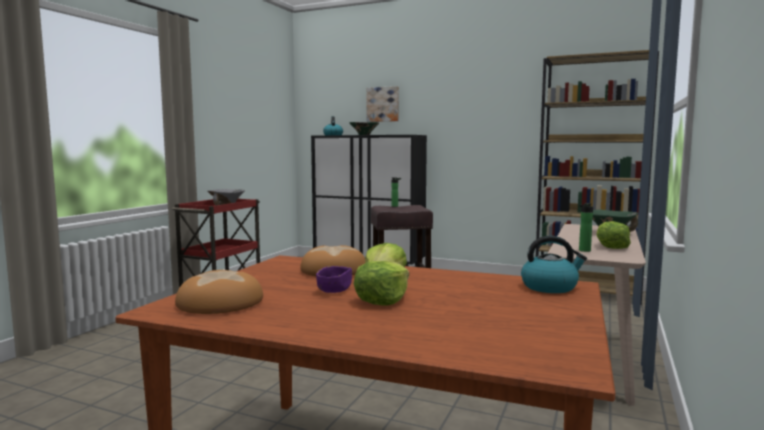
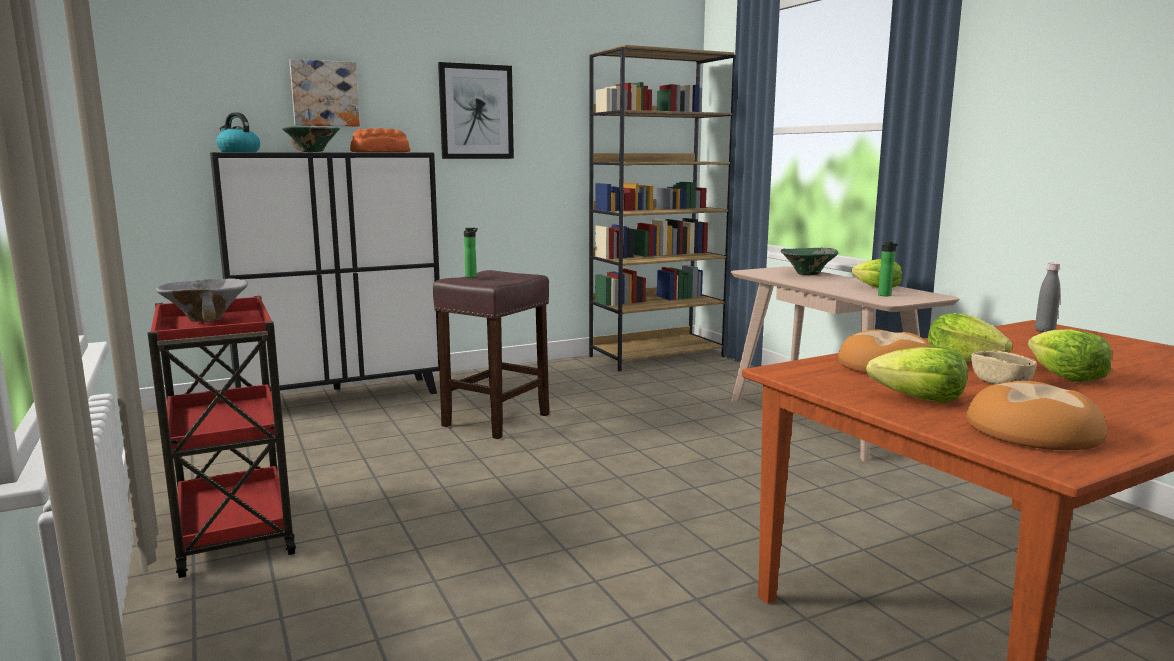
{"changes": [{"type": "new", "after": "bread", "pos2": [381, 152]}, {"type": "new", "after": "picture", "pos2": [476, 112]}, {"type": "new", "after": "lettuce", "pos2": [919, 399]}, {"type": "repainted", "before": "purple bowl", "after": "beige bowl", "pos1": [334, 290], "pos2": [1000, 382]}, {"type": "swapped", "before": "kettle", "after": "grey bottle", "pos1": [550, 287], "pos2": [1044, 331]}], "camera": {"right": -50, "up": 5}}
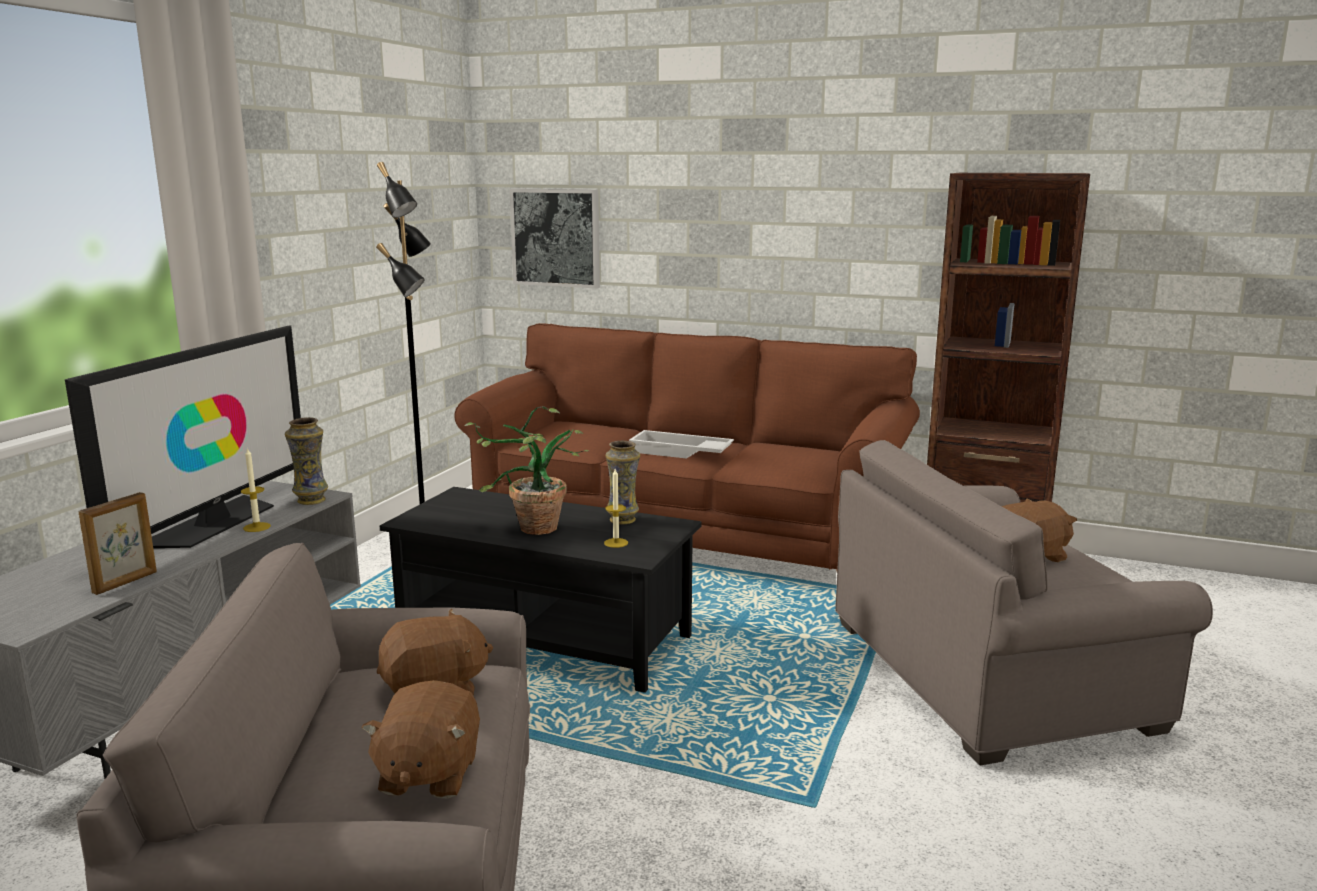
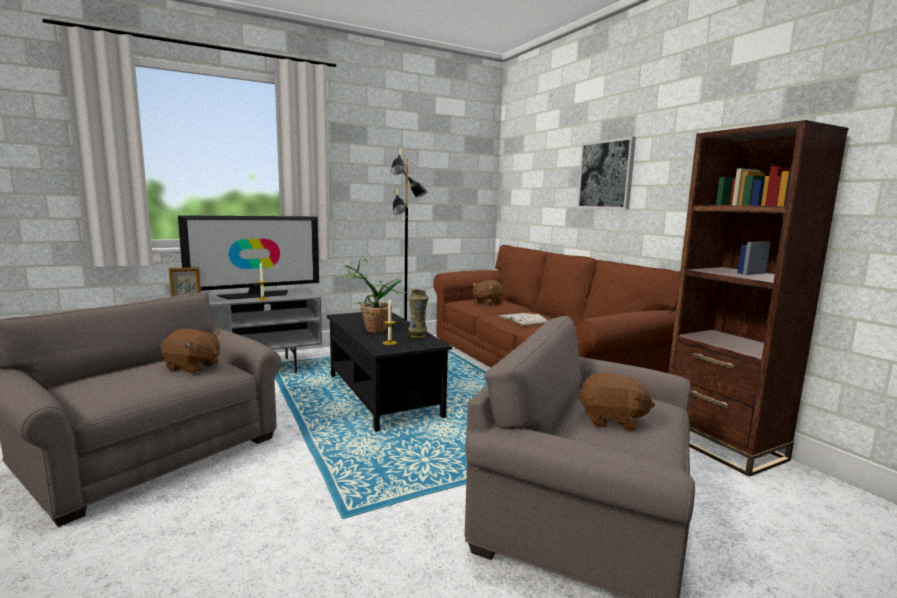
{"changes": [{"type": "shifted", "before": "brown plush toy", "pos1": [428, 774], "pos2": [487, 303]}, {"type": "swapped", "before": "white tray", "after": "white book", "pos1": [679, 452], "pos2": [522, 320]}, {"type": "shifted", "before": "picture", "pos1": [556, 237], "pos2": [606, 175]}, {"type": "gone", "before": "vase", "pos1": [311, 501]}], "camera": {"right": 40, "up": -5}}
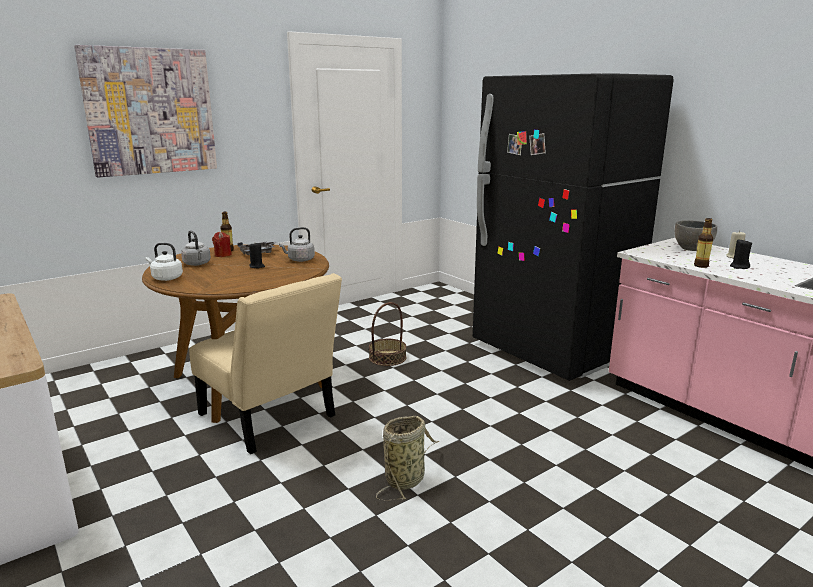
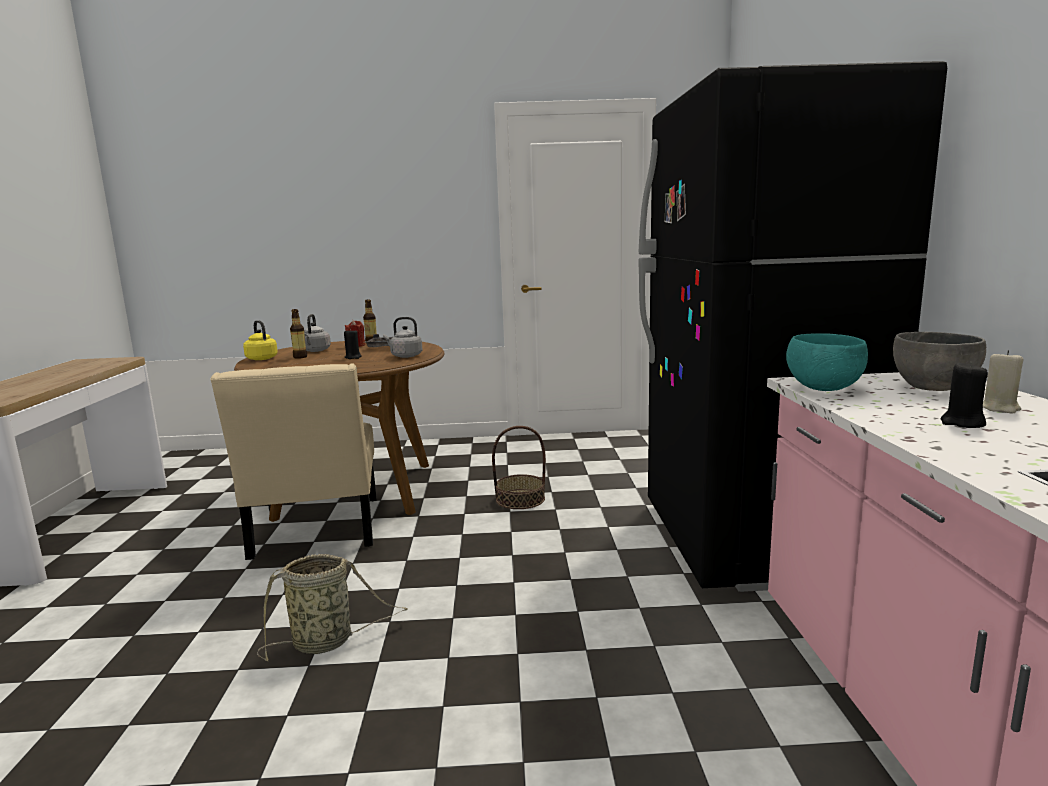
{"changes": [{"type": "repainted", "before": "white kettle", "after": "yellow kettle", "pos1": [166, 278], "pos2": [261, 358]}, {"type": "shifted", "before": "bottle", "pos1": [701, 266], "pos2": [300, 357]}, {"type": "new", "after": "turquoise bowl", "pos2": [823, 388]}, {"type": "gone", "before": "picture", "pos1": [150, 111]}], "camera": {"right": 35, "up": -5}}
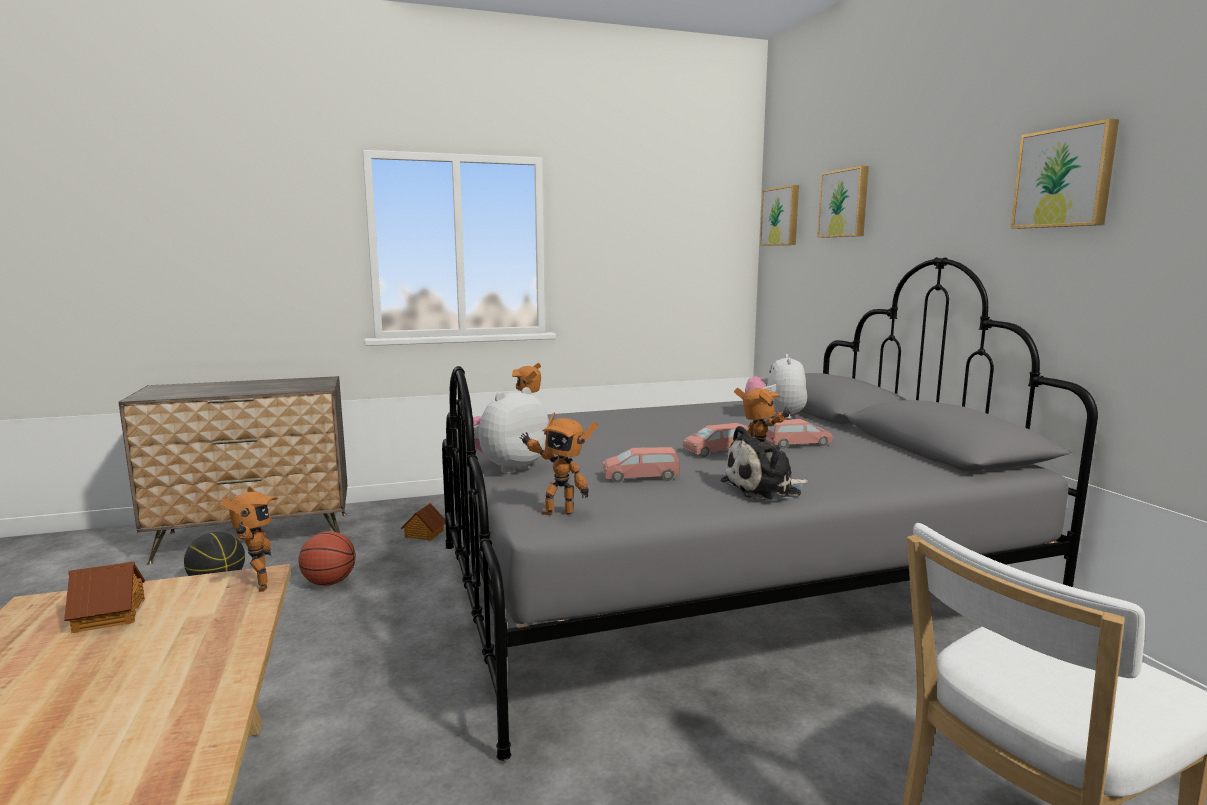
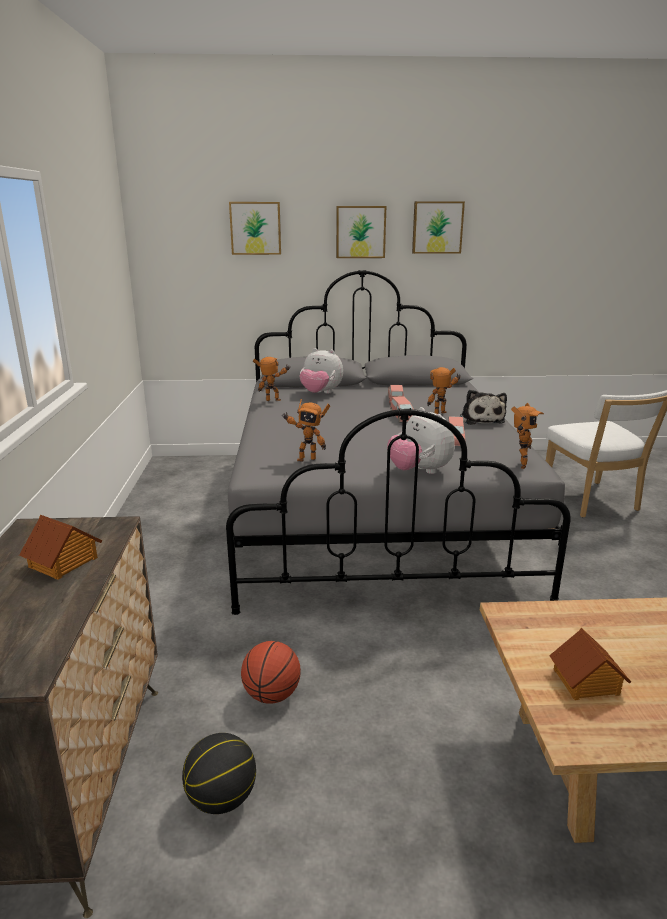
{"changes": [{"type": "shifted", "before": "toy house", "pos1": [424, 534], "pos2": [64, 562]}, {"type": "shifted", "before": "toy robot", "pos1": [257, 586], "pos2": [273, 401]}, {"type": "shifted", "before": "picture", "pos1": [781, 216], "pos2": [360, 232]}], "camera": {"right": -75, "up": 10}}
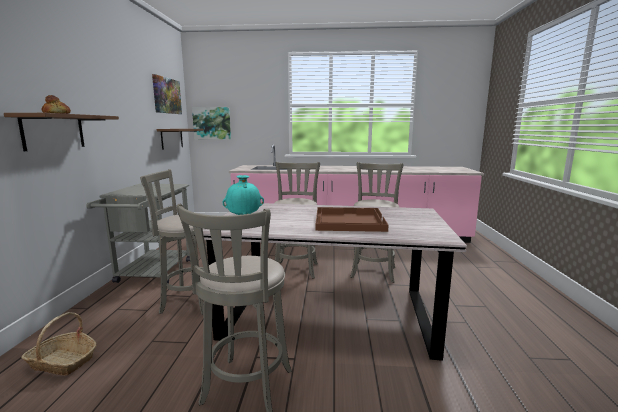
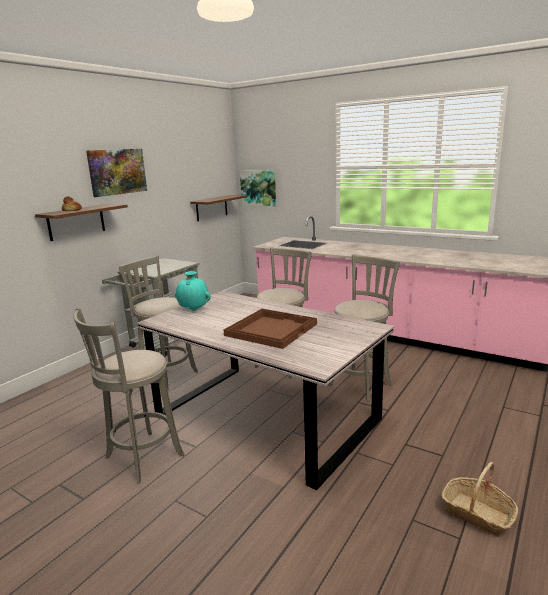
{"changes": [{"type": "shifted", "before": "picture", "pos1": [166, 95], "pos2": [117, 172]}, {"type": "shifted", "before": "basket", "pos1": [63, 362], "pos2": [477, 513]}], "camera": {"right": 30, "up": 5}}
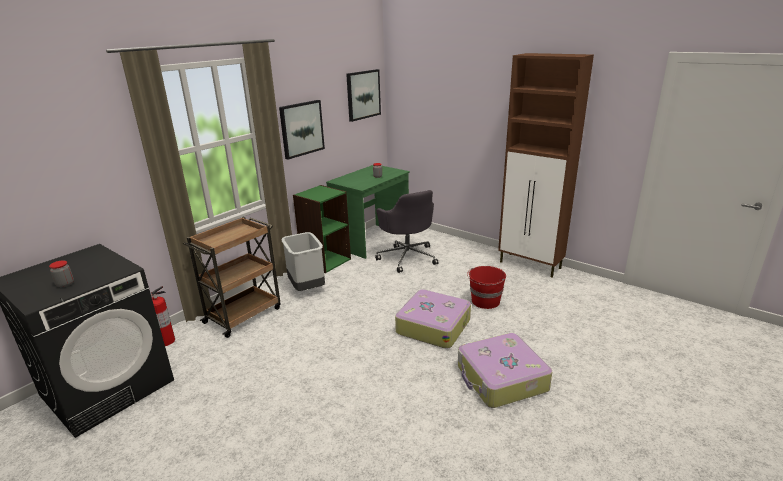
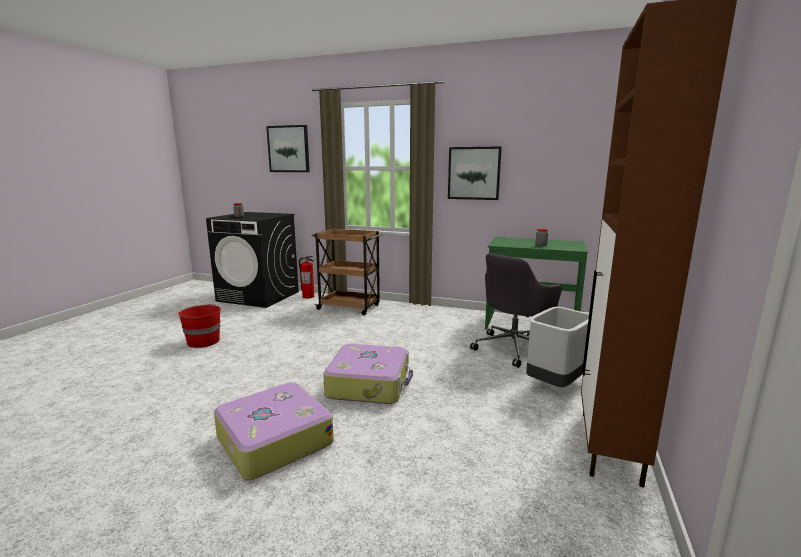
{"changes": [{"type": "shifted", "before": "red bucket", "pos1": [485, 301], "pos2": [203, 341]}, {"type": "shifted", "before": "picture", "pos1": [363, 94], "pos2": [289, 149]}, {"type": "shifted", "before": "grey trash can", "pos1": [307, 287], "pos2": [556, 384]}, {"type": "gone", "before": "green bookcase", "pos1": [325, 261]}], "camera": {"right": 70, "up": -10}}
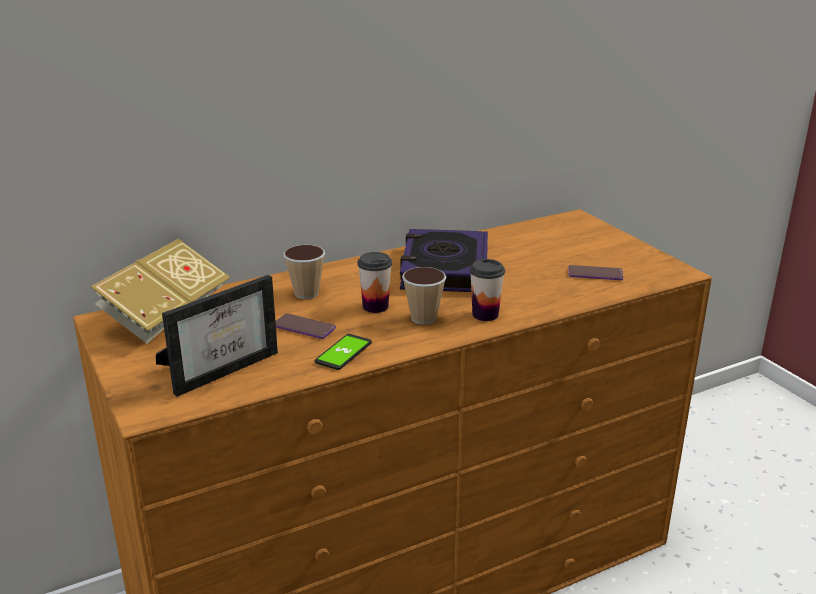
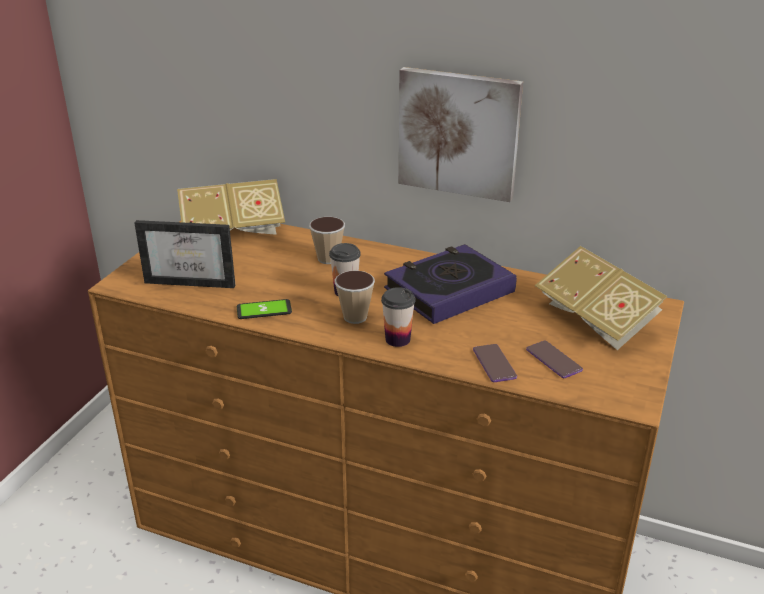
{"changes": [{"type": "new", "after": "picture", "pos2": [459, 133]}, {"type": "shifted", "before": "phone", "pos1": [304, 327], "pos2": [494, 364]}, {"type": "new", "after": "book", "pos2": [596, 320]}], "camera": {"right": 50, "up": 5}}
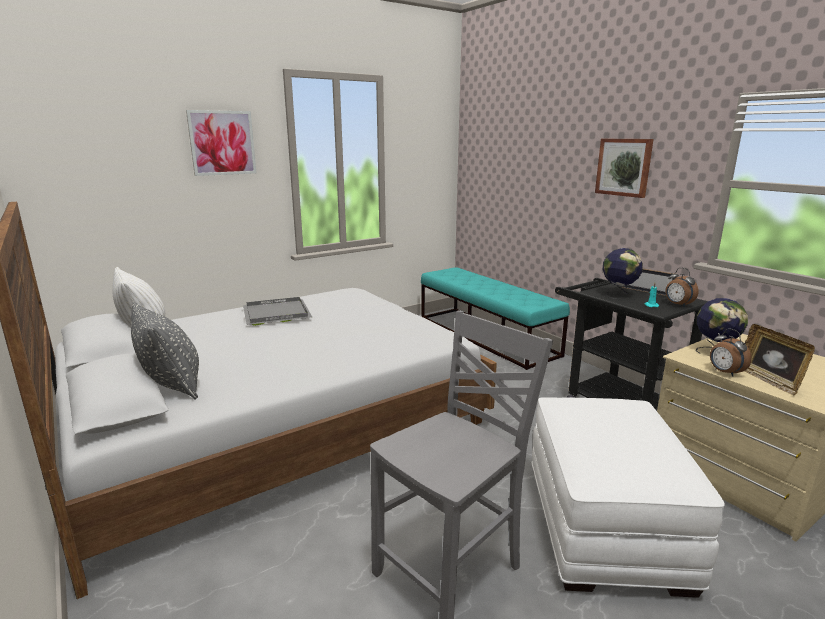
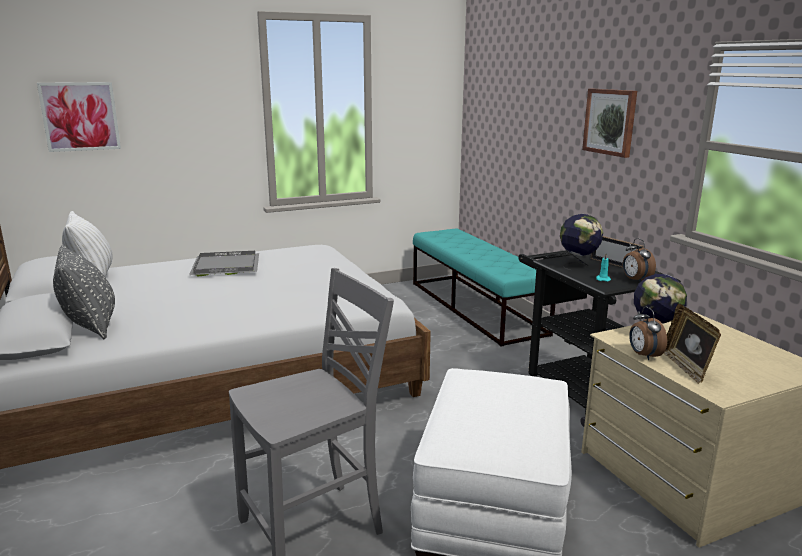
{"changes": [{"type": "shifted", "before": "picture", "pos1": [222, 143], "pos2": [80, 116]}], "camera": {"right": 10, "up": 0}}
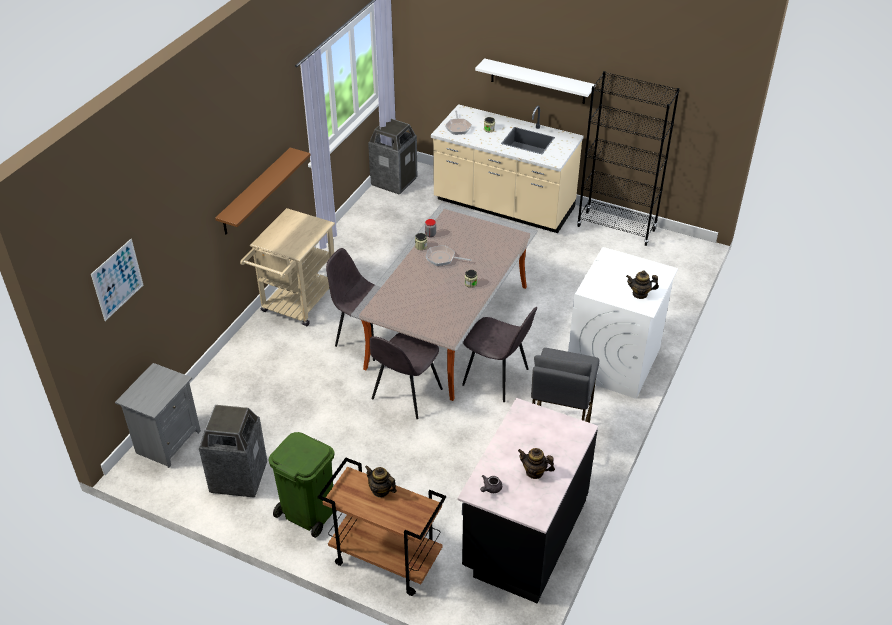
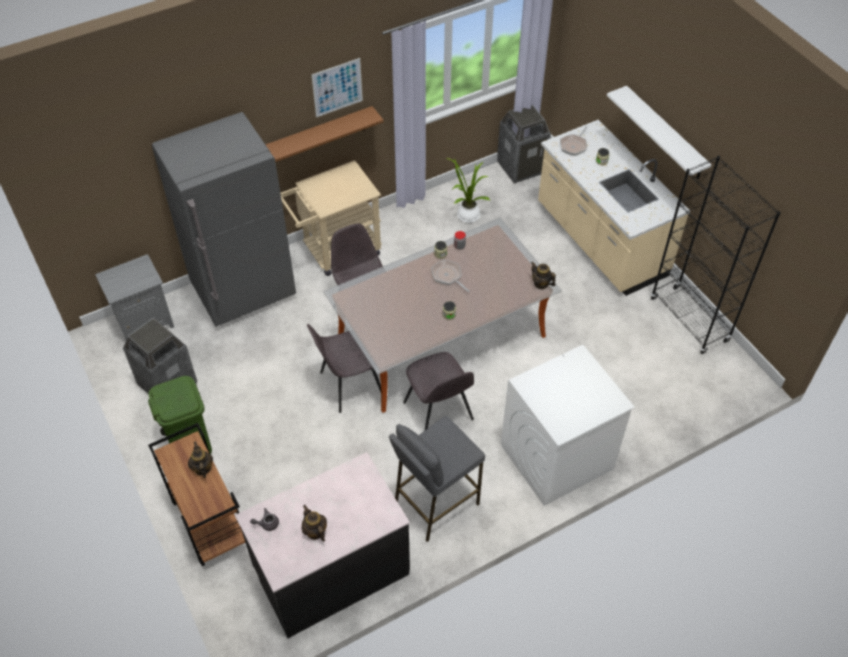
{"changes": [{"type": "new", "after": "grey fridge", "pos2": [244, 292]}, {"type": "shifted", "before": "picture", "pos1": [117, 279], "pos2": [337, 87]}, {"type": "new", "after": "potted plant", "pos2": [466, 215]}, {"type": "shifted", "before": "teapot", "pos1": [640, 294], "pos2": [541, 283]}], "camera": {"right": 35, "up": 10}}
